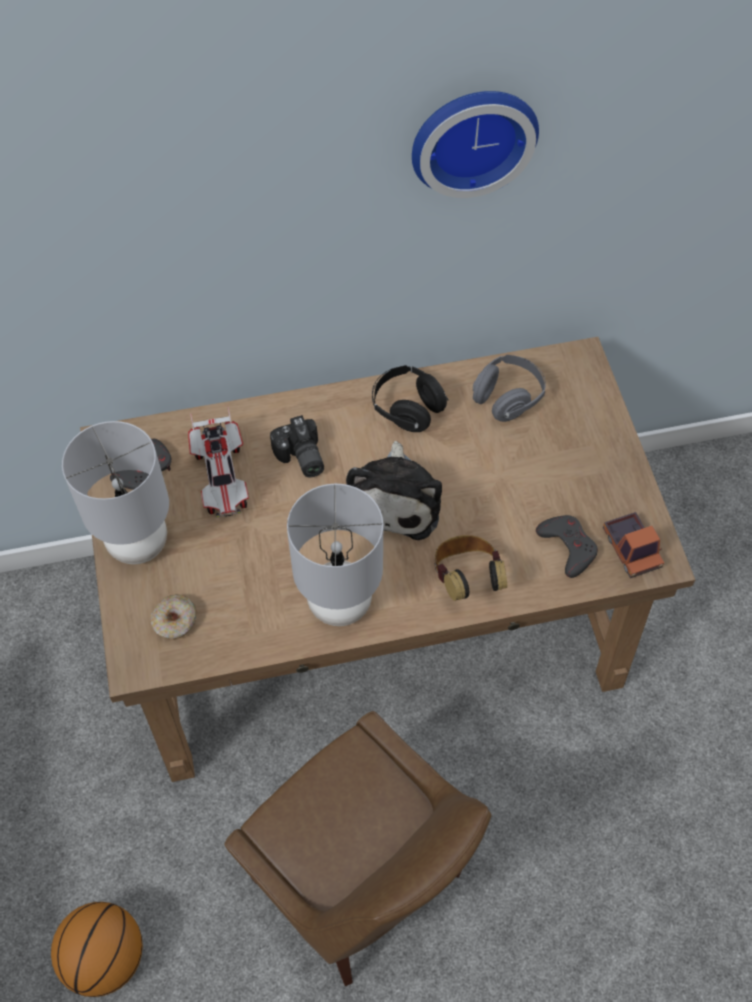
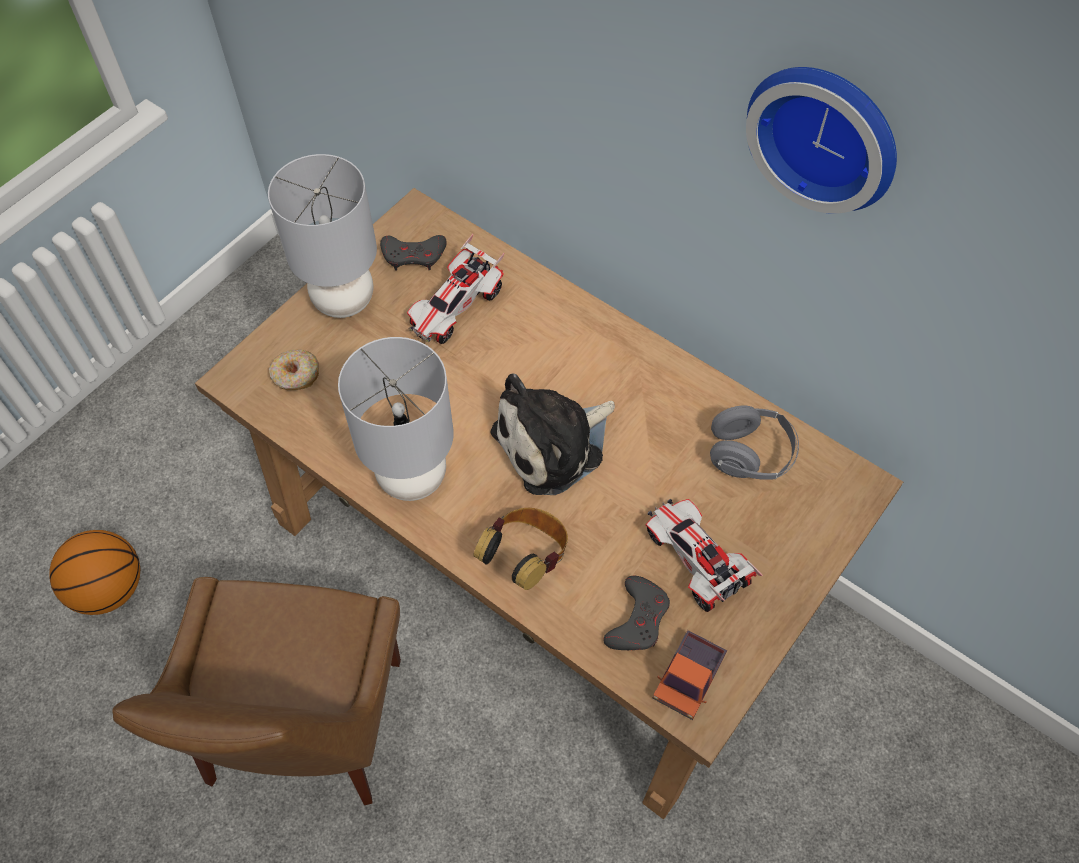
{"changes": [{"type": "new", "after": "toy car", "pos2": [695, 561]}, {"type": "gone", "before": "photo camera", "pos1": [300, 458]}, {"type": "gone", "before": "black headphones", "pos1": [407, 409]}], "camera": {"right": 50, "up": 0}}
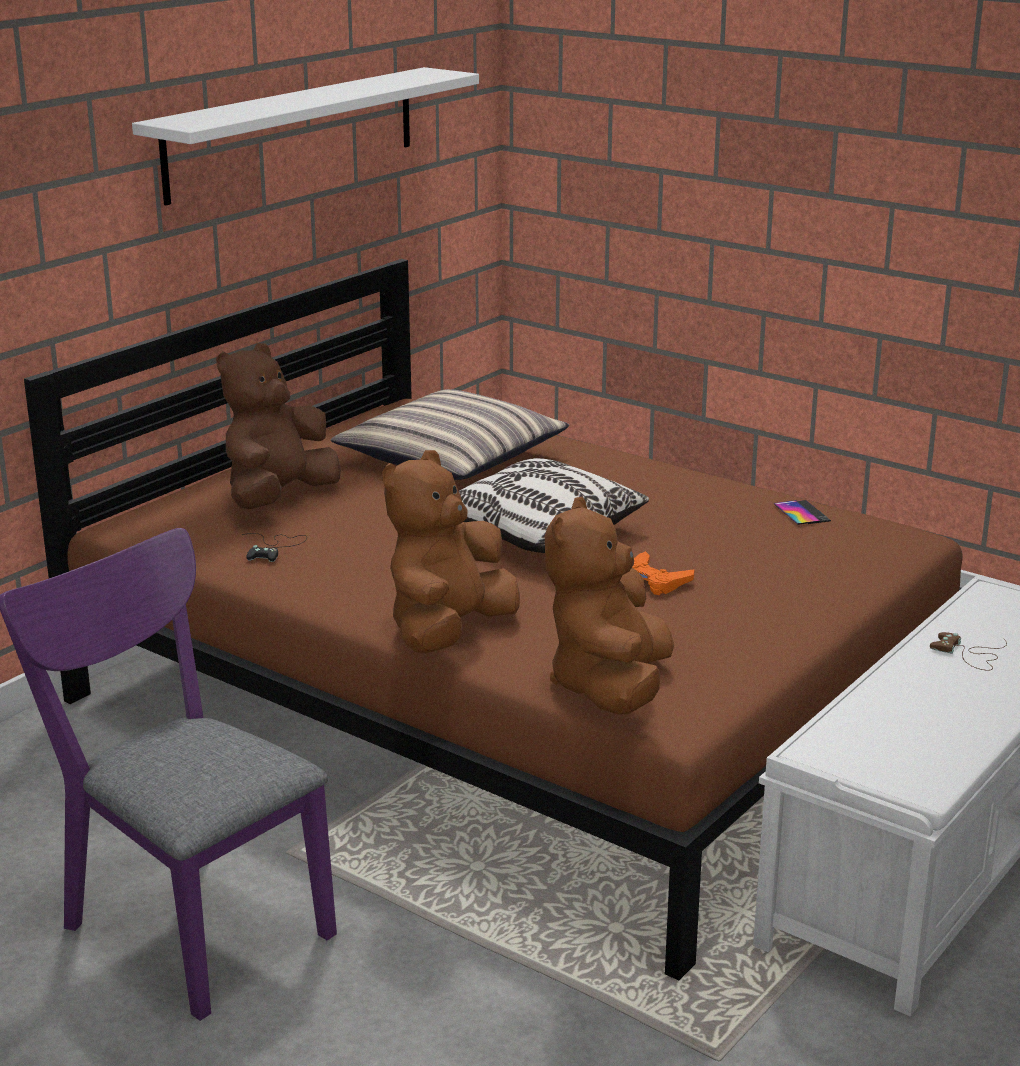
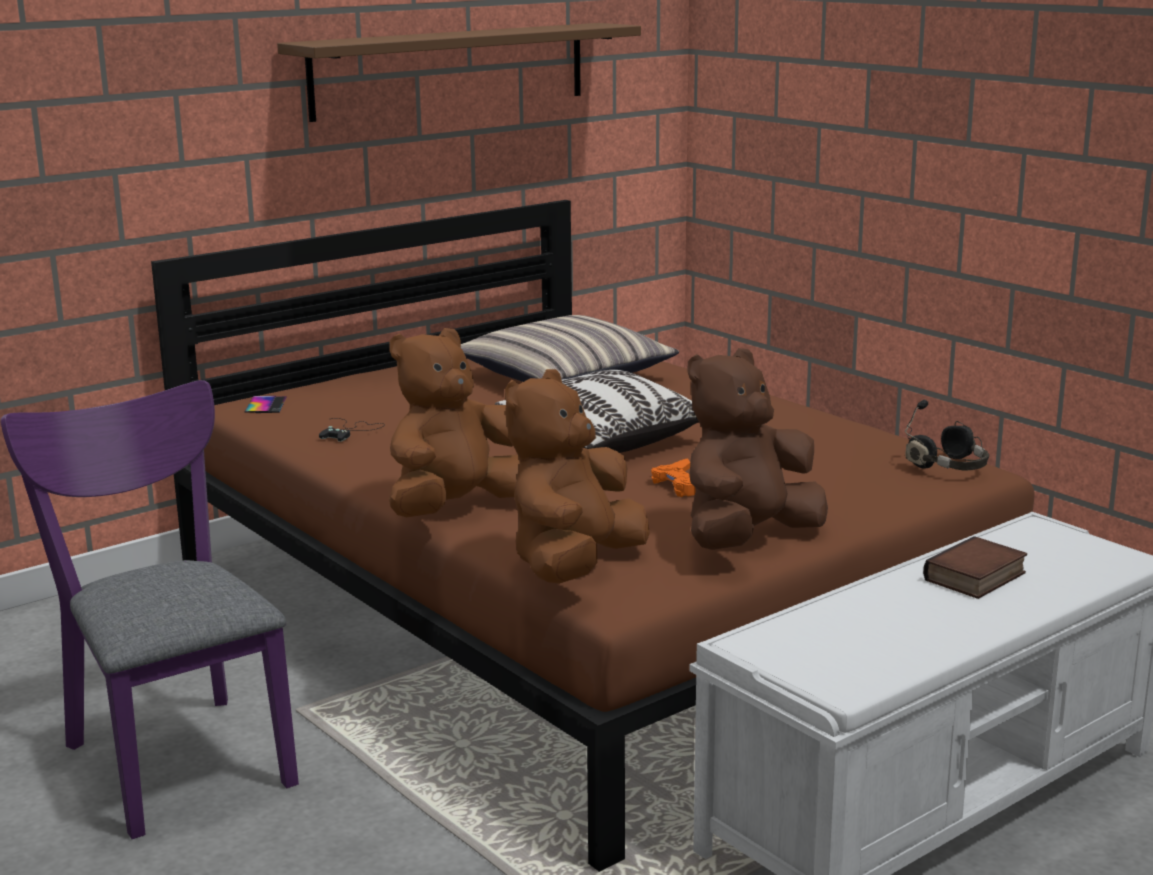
{"changes": [{"type": "shifted", "before": "phone", "pos1": [801, 513], "pos2": [266, 405]}, {"type": "repainted", "before": "white shelf", "after": "brown shelf", "pos1": [293, 133], "pos2": [451, 70]}, {"type": "shifted", "before": "brown plush toy", "pos1": [278, 498], "pos2": [747, 539]}, {"type": "new", "after": "black headphones", "pos2": [949, 467]}, {"type": "swapped", "before": "brown game controller", "after": "book", "pos1": [970, 655], "pos2": [976, 578]}], "camera": {"right": 15, "up": -5}}
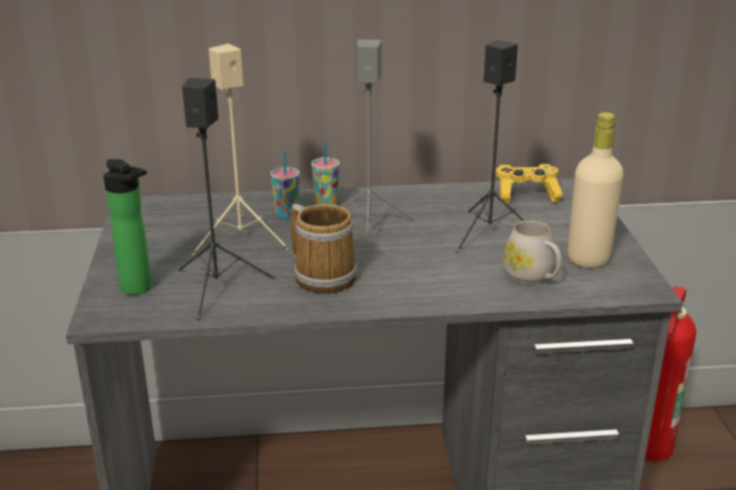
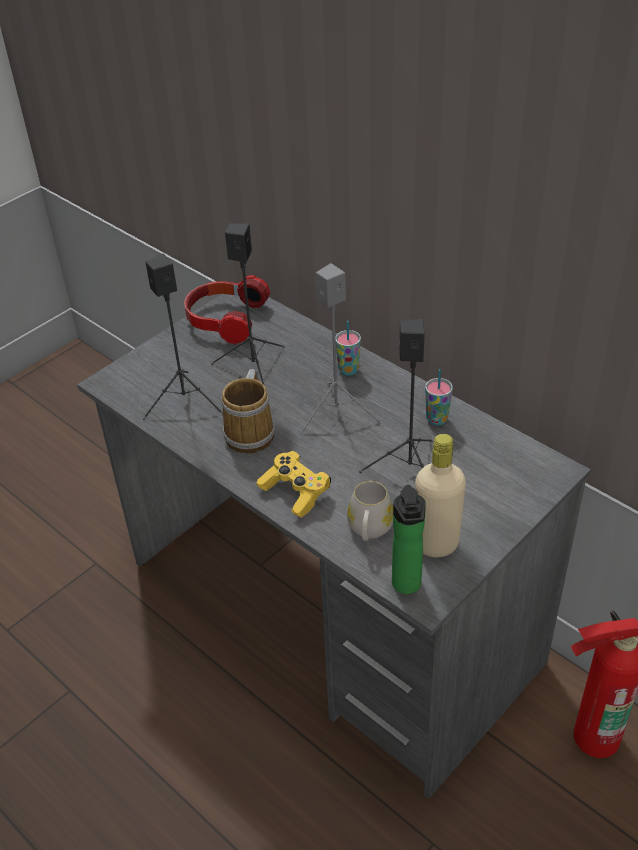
{"changes": [{"type": "new", "after": "headphones", "pos2": [224, 319]}, {"type": "repainted", "before": "beige speaker", "after": "black speaker", "pos1": [240, 238], "pos2": [254, 367]}, {"type": "shifted", "before": "yellow game controller", "pos1": [526, 194], "pos2": [295, 492]}, {"type": "shifted", "before": "bottle", "pos1": [140, 289], "pos2": [407, 587]}, {"type": "shifted", "before": "cup", "pos1": [287, 215], "pos2": [437, 419]}], "camera": {"right": 50, "up": 15}}
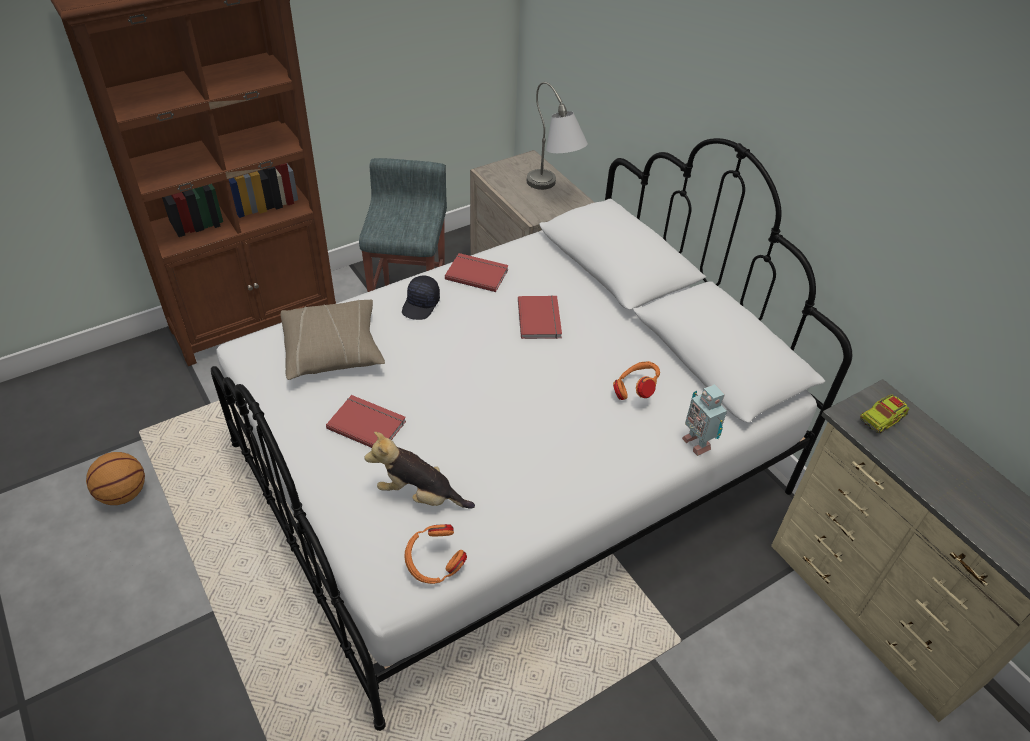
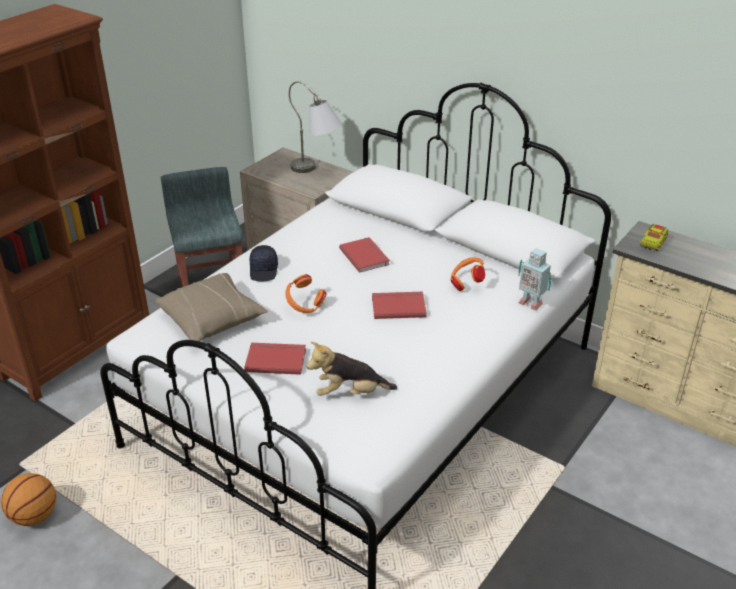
{"changes": [{"type": "shifted", "before": "orange headphones", "pos1": [434, 565], "pos2": [305, 307]}, {"type": "shifted", "before": "red book", "pos1": [477, 273], "pos2": [398, 306]}], "camera": {"right": -20, "up": -10}}
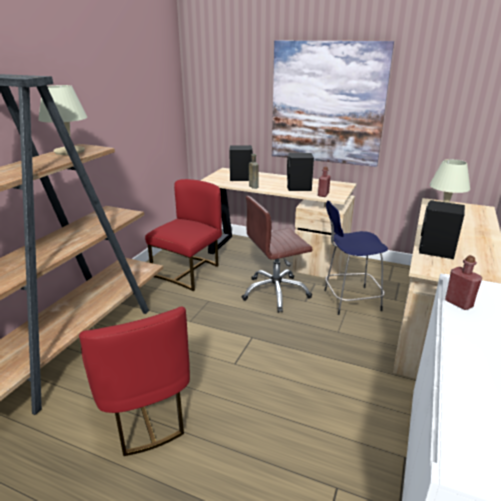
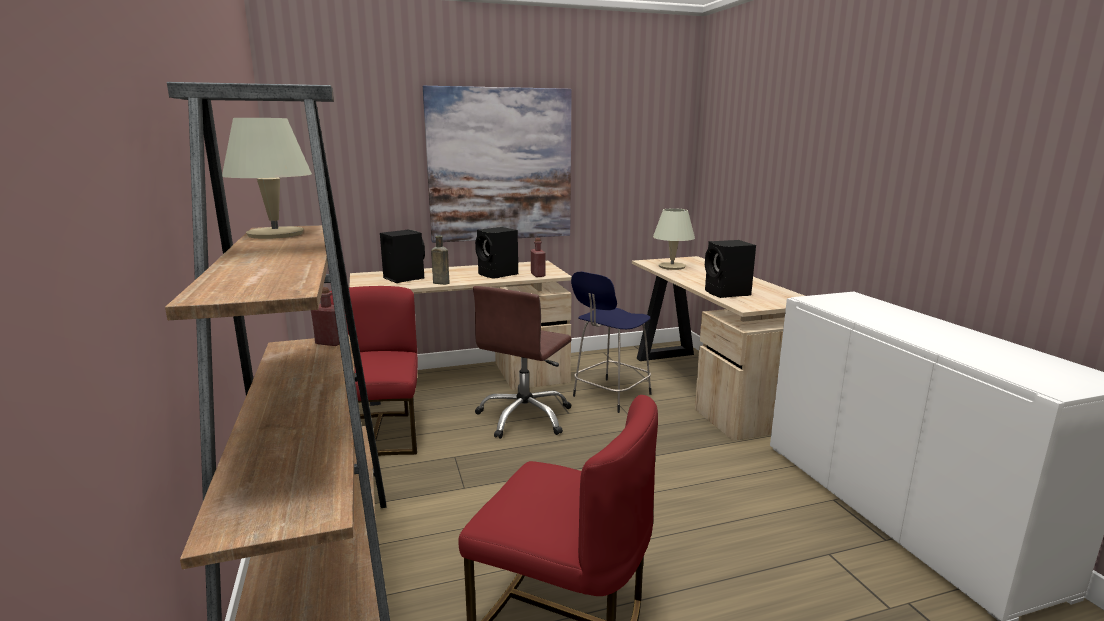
{"changes": [{"type": "shifted", "before": "red bottle", "pos1": [458, 303], "pos2": [330, 343]}], "camera": {"right": -40, "up": -10}}
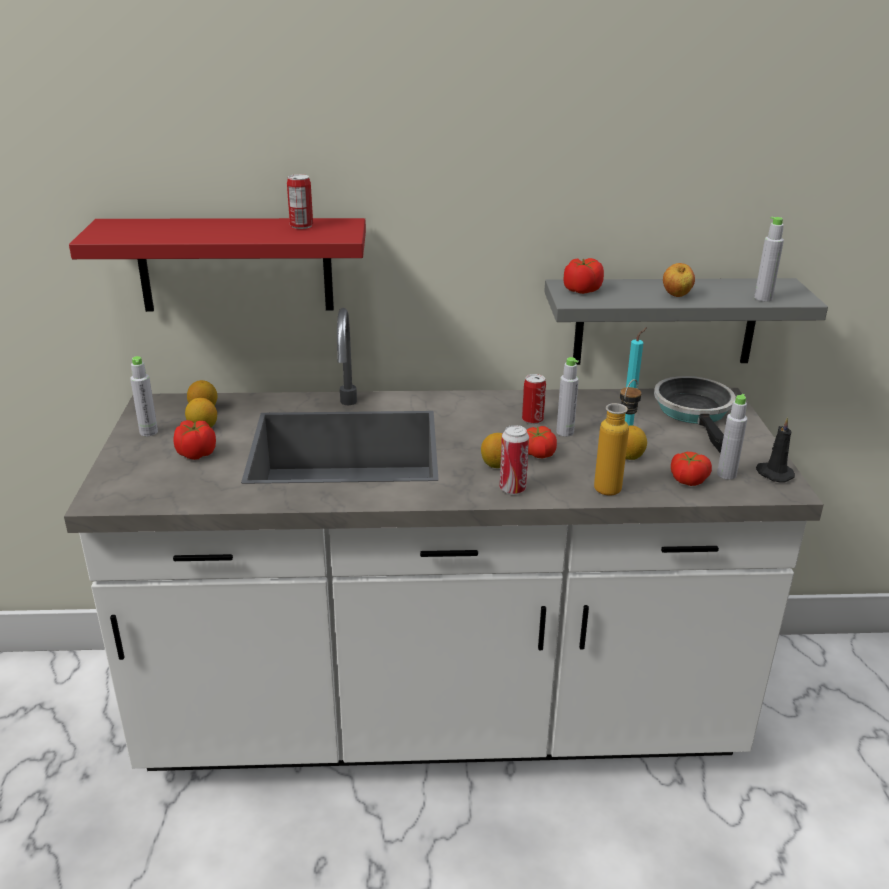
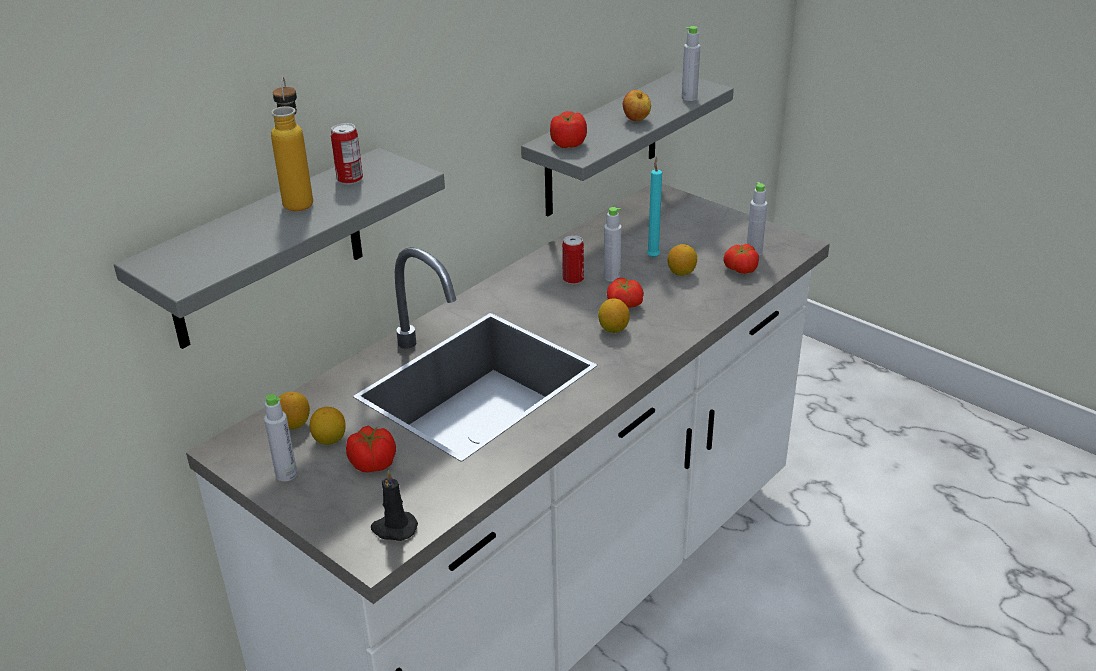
{"changes": [{"type": "repainted", "before": "red shelf", "after": "grey shelf", "pos1": [235, 265], "pos2": [266, 250]}, {"type": "shifted", "before": "bottle", "pos1": [613, 484], "pos2": [299, 199]}, {"type": "shifted", "before": "black candle", "pos1": [773, 474], "pos2": [393, 528]}, {"type": "gone", "before": "can", "pos1": [512, 489]}, {"type": "gone", "before": "frying pan", "pos1": [695, 412]}], "camera": {"right": -45, "up": 5}}
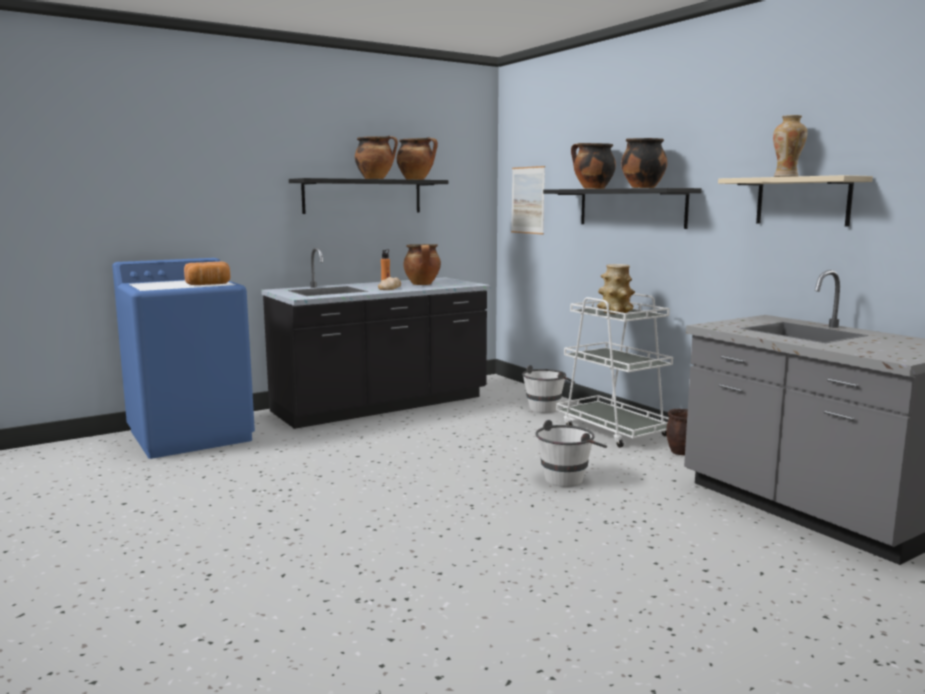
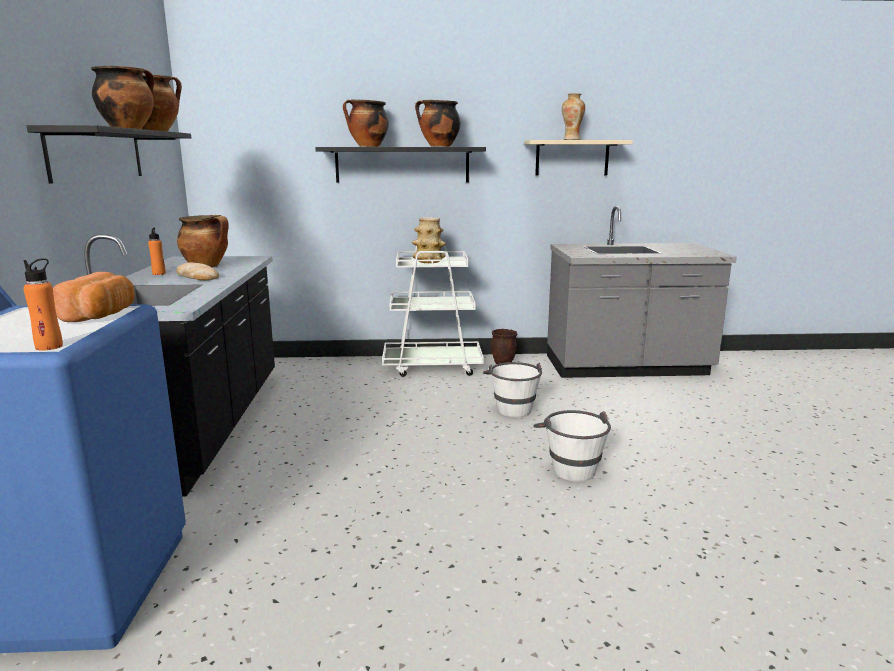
{"changes": [{"type": "new", "after": "orange bottle", "pos2": [49, 346]}, {"type": "shifted", "before": "white bucket", "pos1": [547, 407], "pos2": [569, 466]}, {"type": "gone", "before": "picture", "pos1": [528, 200]}], "camera": {"right": -60, "up": 5}}
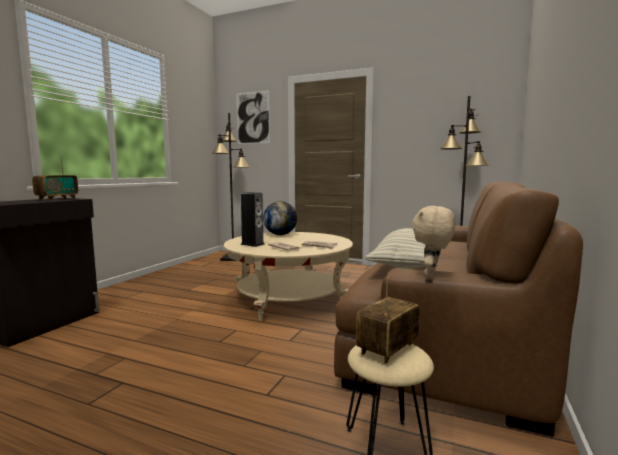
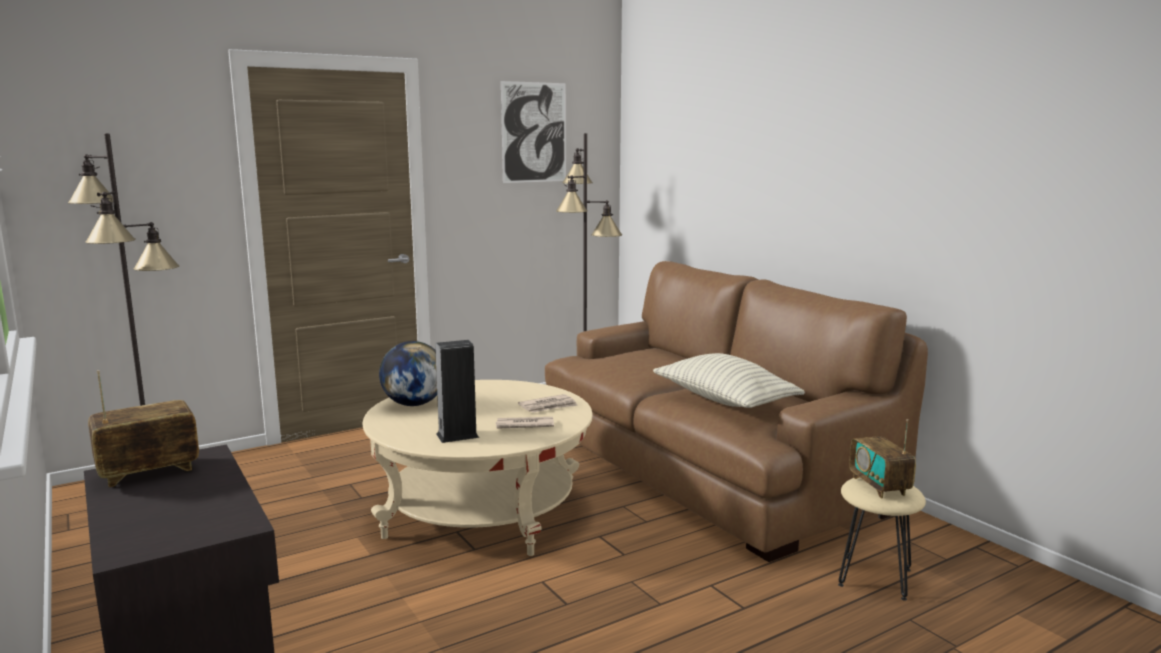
{"changes": [{"type": "rotated", "before": "radio", "pos1": [57, 199], "pos2": [148, 472], "turn": -90}, {"type": "shifted", "before": "picture", "pos1": [253, 118], "pos2": [534, 132]}, {"type": "gone", "before": "beige plush toy", "pos1": [431, 274]}], "camera": {"right": -55, "up": 5}}
